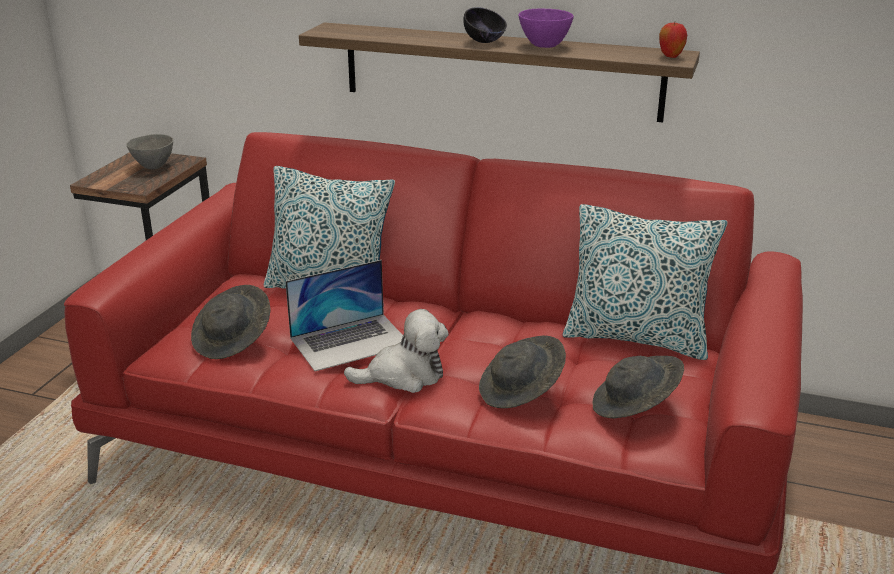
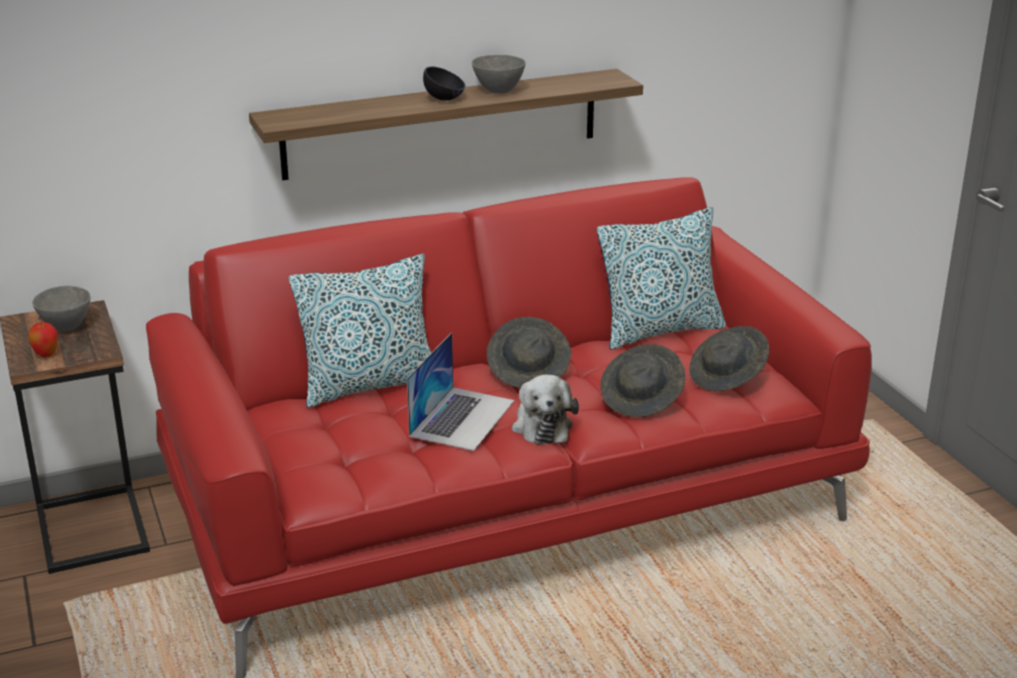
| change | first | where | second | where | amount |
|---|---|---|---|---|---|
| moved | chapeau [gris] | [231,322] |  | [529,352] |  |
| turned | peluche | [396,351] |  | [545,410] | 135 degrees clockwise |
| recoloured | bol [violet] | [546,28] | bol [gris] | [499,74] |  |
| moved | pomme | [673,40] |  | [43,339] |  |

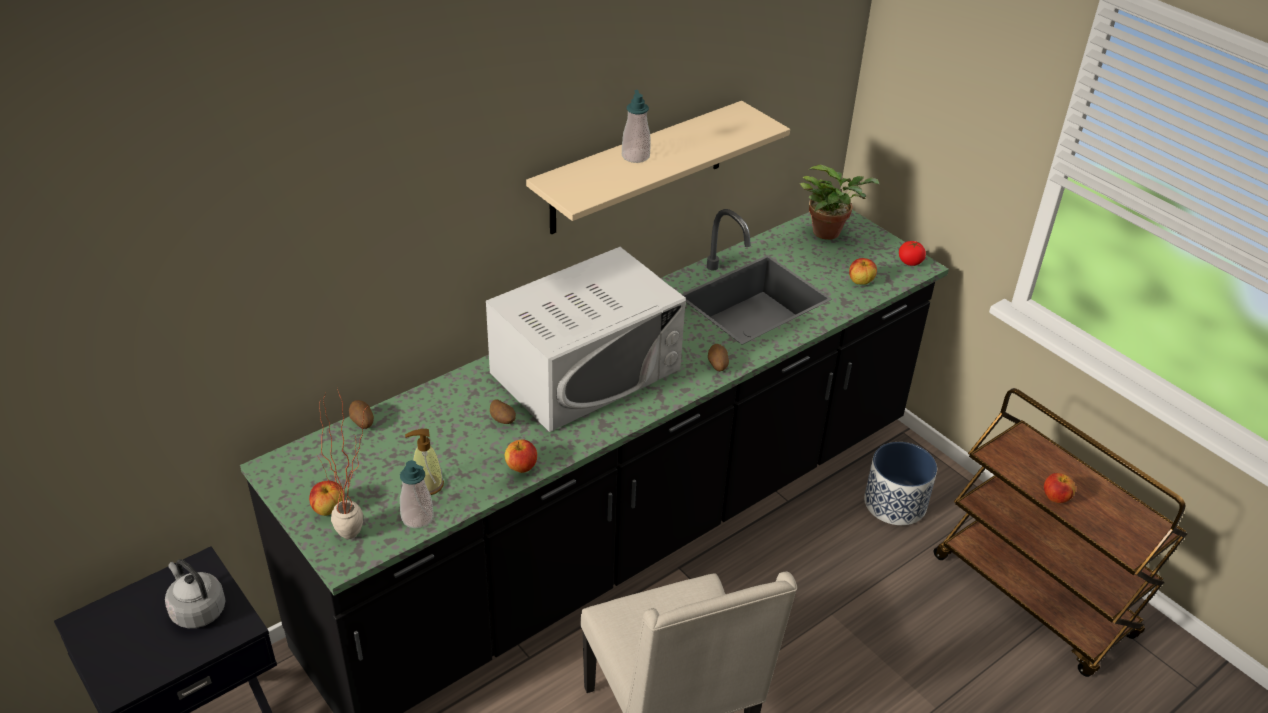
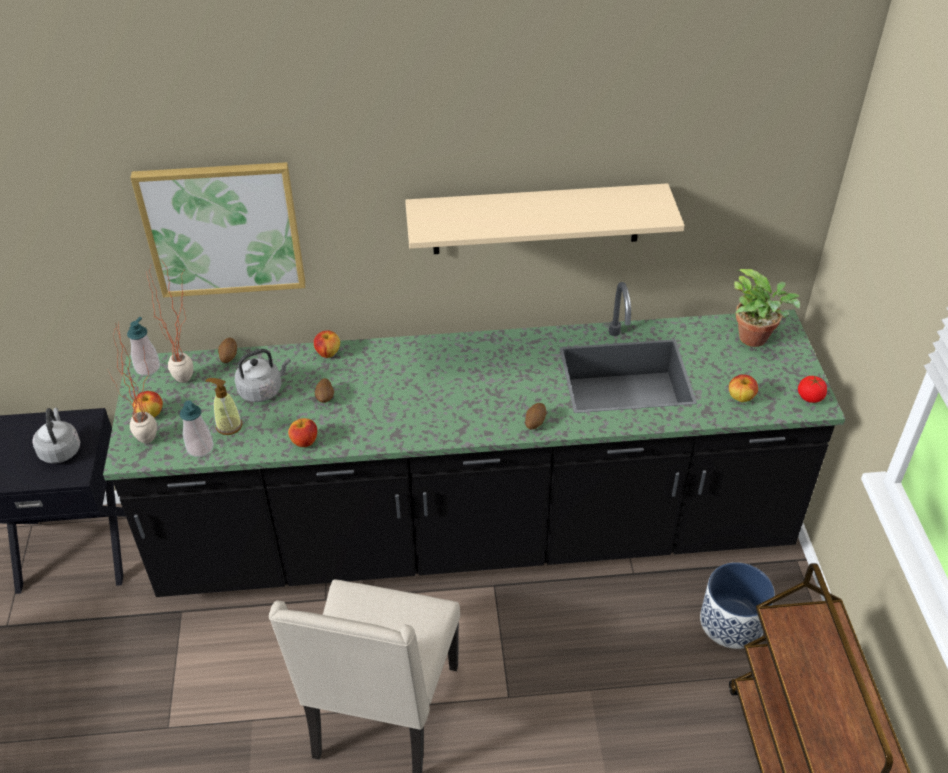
| change | first | where | second | where | amount |
|---|---|---|---|---|---|
| removed | micro-ondes [blanc] | [586,339] |  |  |  |
| moved | distributeur de savon | [636,126] |  | [143,346] |  |
| moved | pomme | [1060,488] |  | [327,344] |  |
| added |  |  | tableau | [218,230] |  |
| added |  |  | plante en pot | [170,322] |  |
| added |  |  | bouilloire [gris] | [263,375] |  |

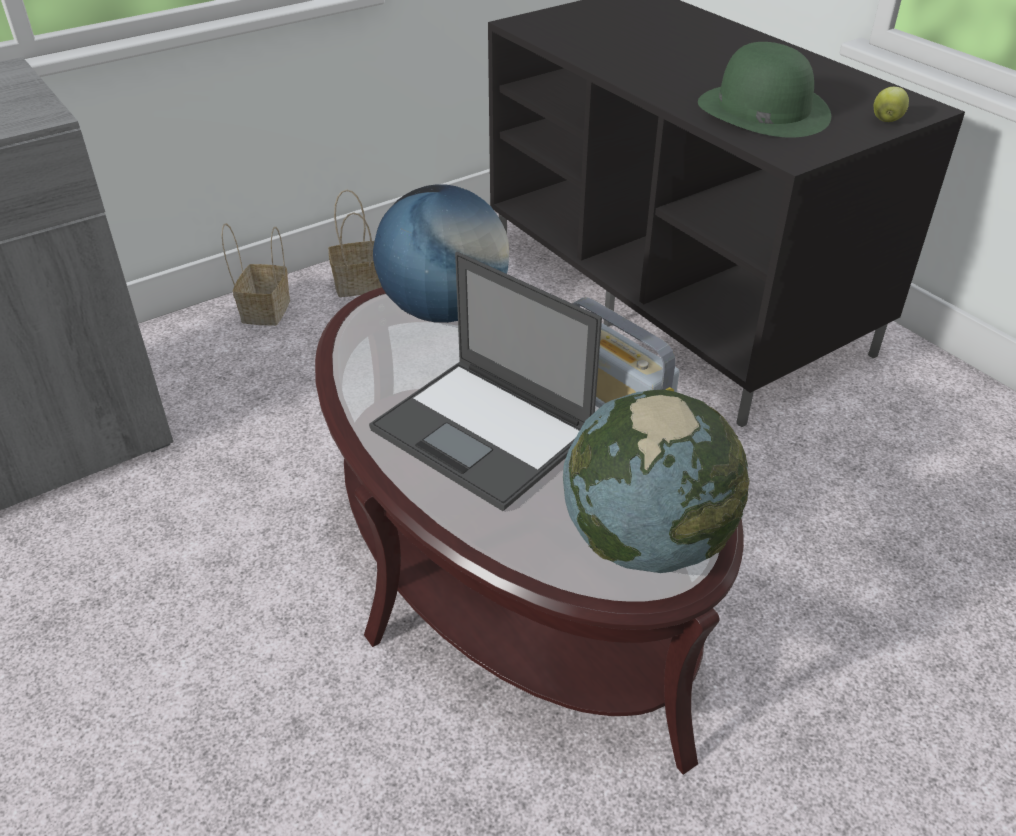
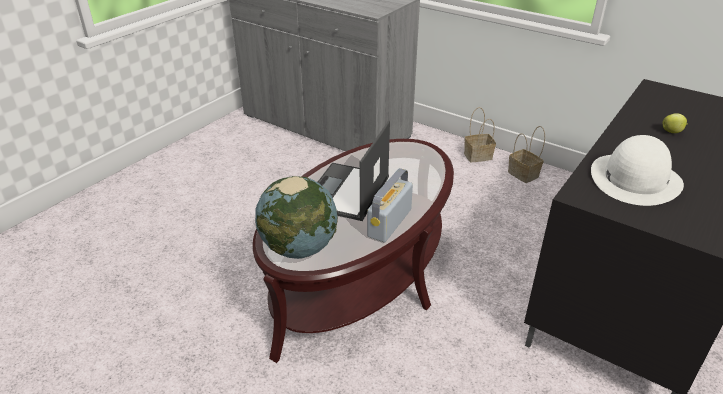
| change | first | where | second | where | amount |
|---|---|---|---|---|---|
| removed | globe | [441,253] |  |  |  |
| recoloured | chapeau [vert] | [764,90] | chapeau [blanc] | [637,170] |  |
| moved | pomme | [891,104] |  | [675,123] |  |

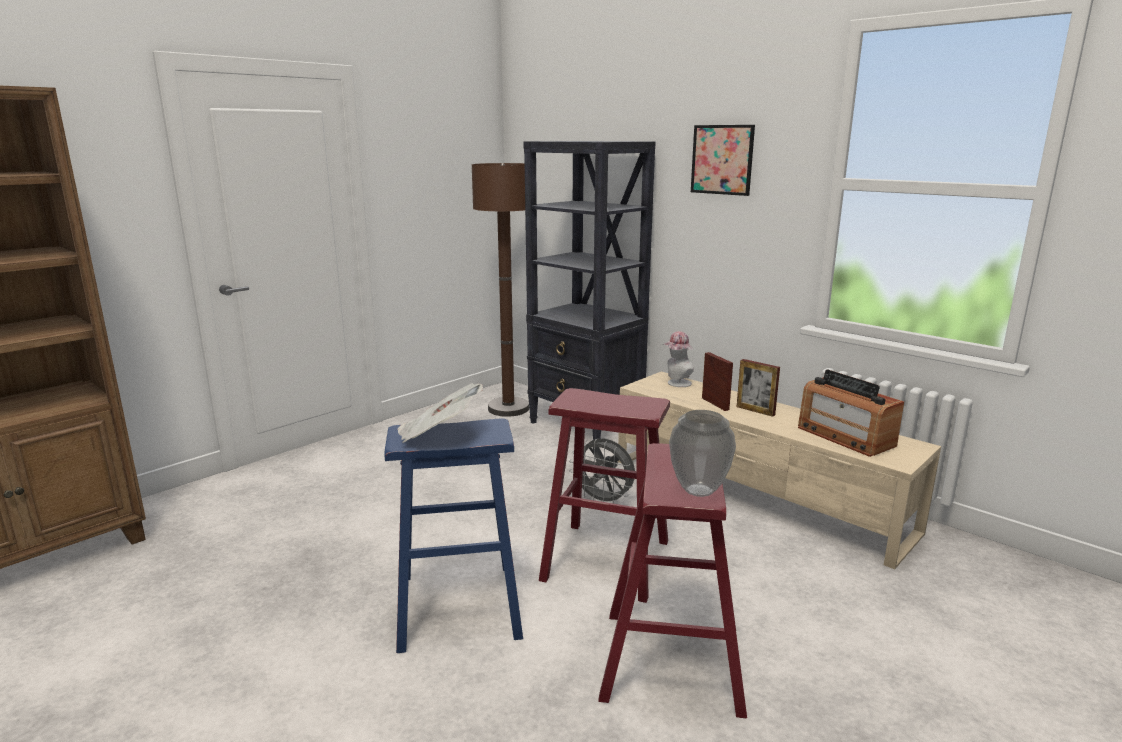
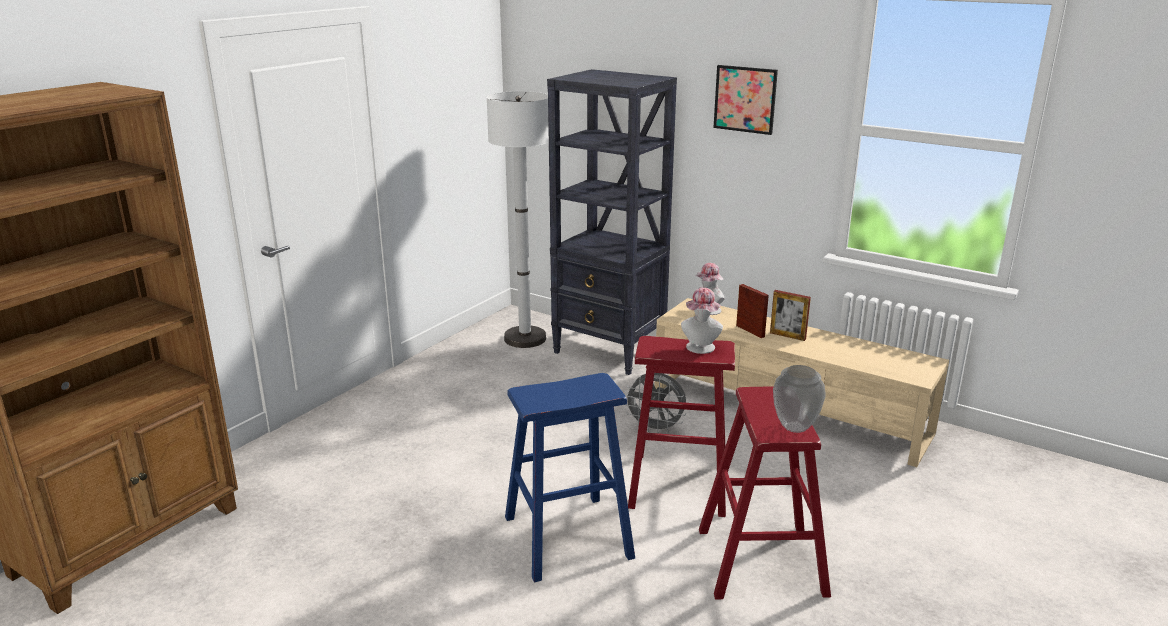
| change | first | where | second | where | amount |
|---|---|---|---|---|---|
| removed | journal | [440,413] |  |  |  |
| recoloured | lampadaire [marron] | [500,290] | lampadaire [blanc] | [518,219] |  |
| removed | radio | [851,413] |  |  |  |
| added |  |  | chapeau | [702,321] |  |

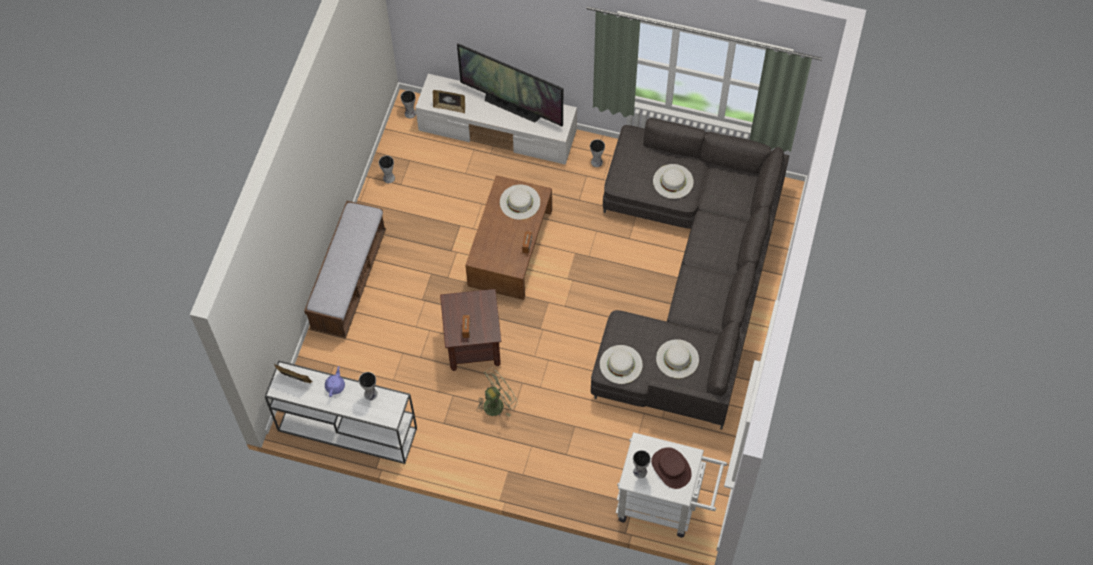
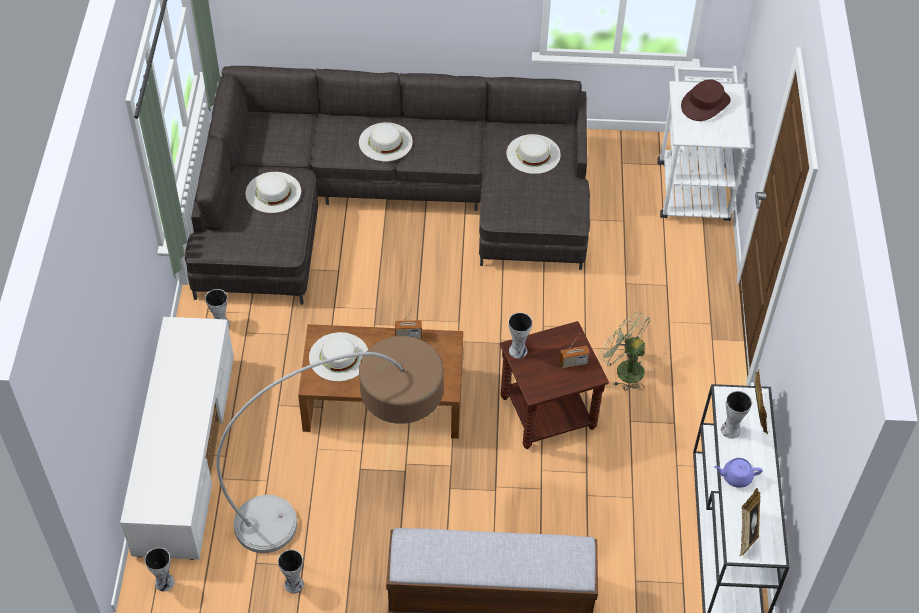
| change | first | where | second | where | amount |
|---|---|---|---|---|---|
| moved | cadre photo | [449,102] |  | [761,402] |  |
| removed | téléviseur | [510,85] |  |  |  |
| moved | chapeau [blanc] | [621,364] |  | [386,142] |  |
| moved | vase | [642,464] |  | [520,335] |  |
| added |  |  | lampadaire | [330,444] |  |

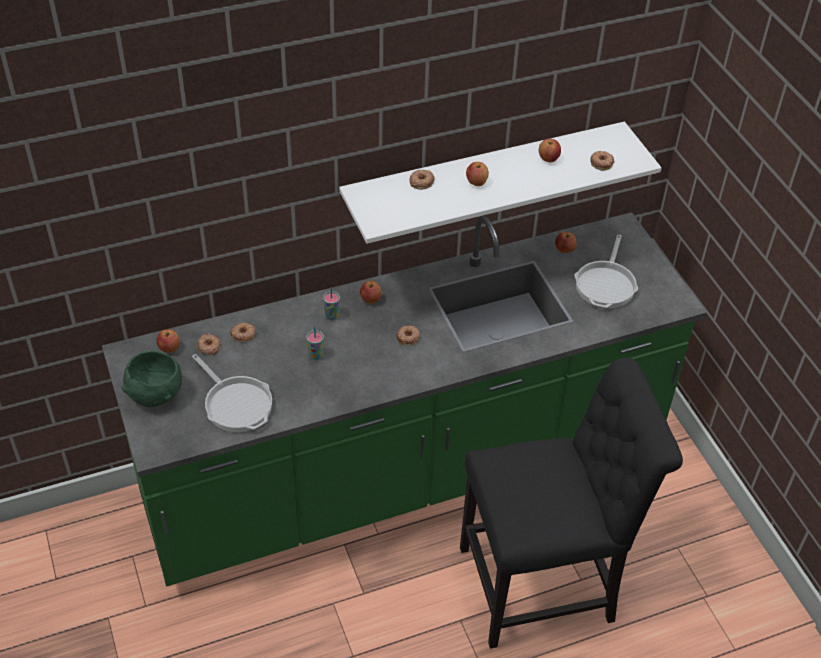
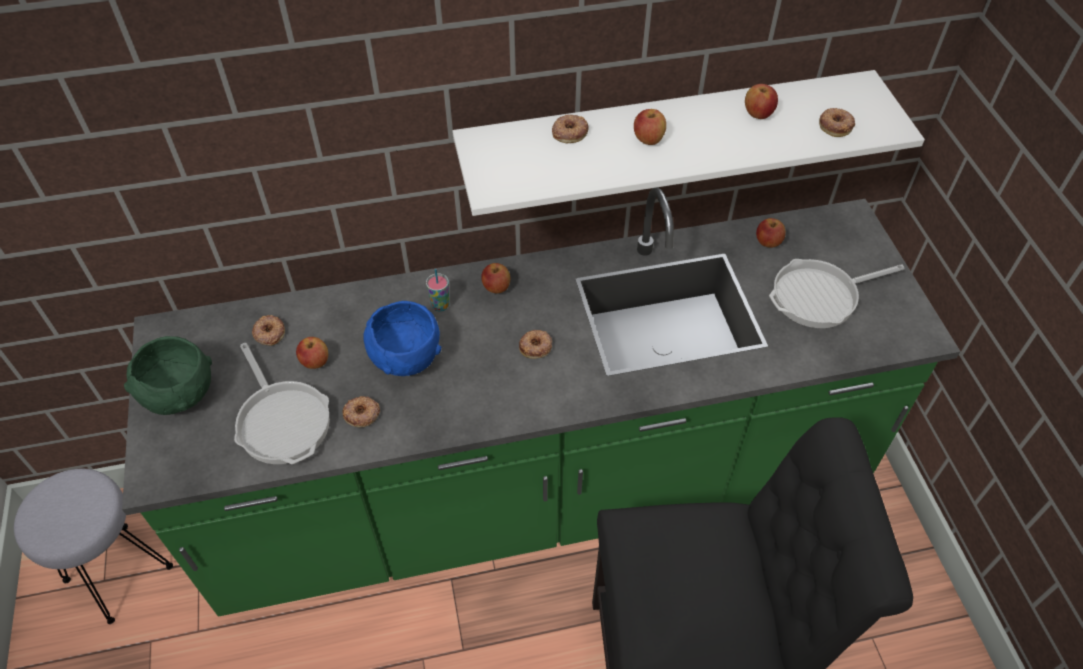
| change | first | where | second | where | amount |
|---|---|---|---|---|---|
| moved | pomme | [168,341] |  | [312,353] |  |
| moved | beignet | [243,333] |  | [361,412] |  |
| replaced | tasse | [315,343] | bol [bleu] | [402,338] |  |
| turned | poêle | [606,271] |  | [837,293] | 45 degrees clockwise |
| added |  |  | tabouret [gris] | [93,546] |  |

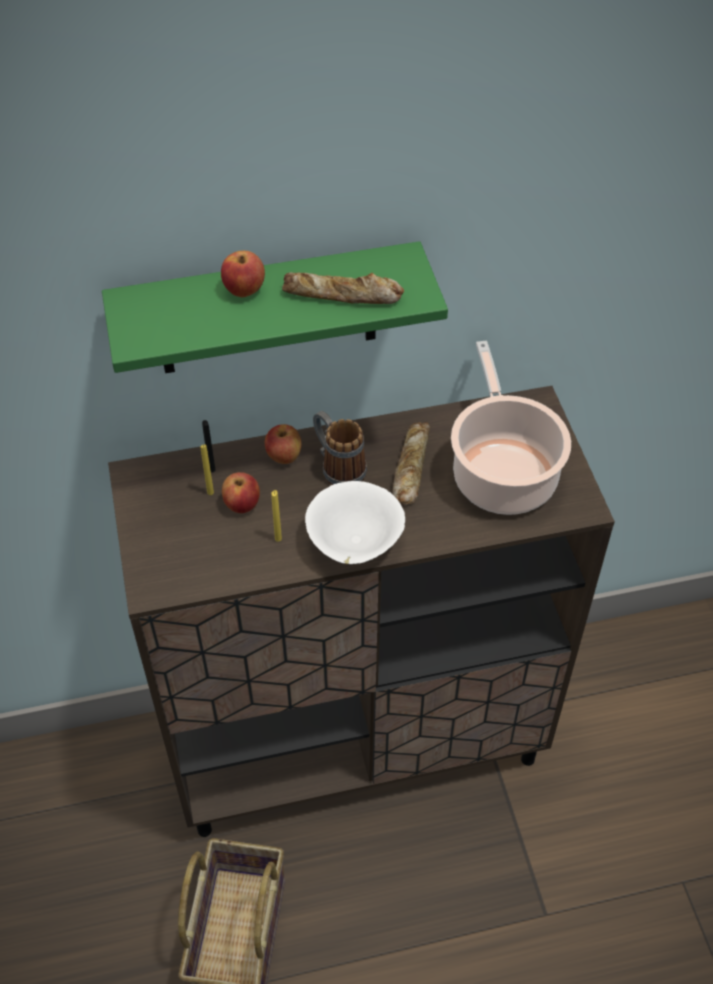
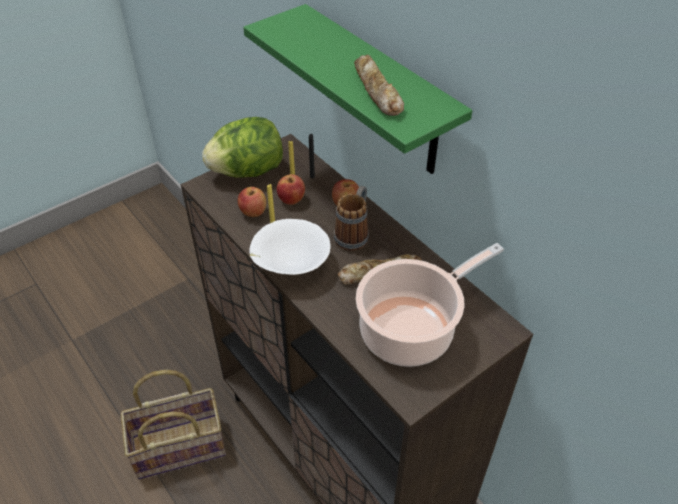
| change | first | where | second | where | amount |
|---|---|---|---|---|---|
| moved | pomme | [243,274] |  | [252,202] |  |
| added |  |  | laitue | [242,147] |  |

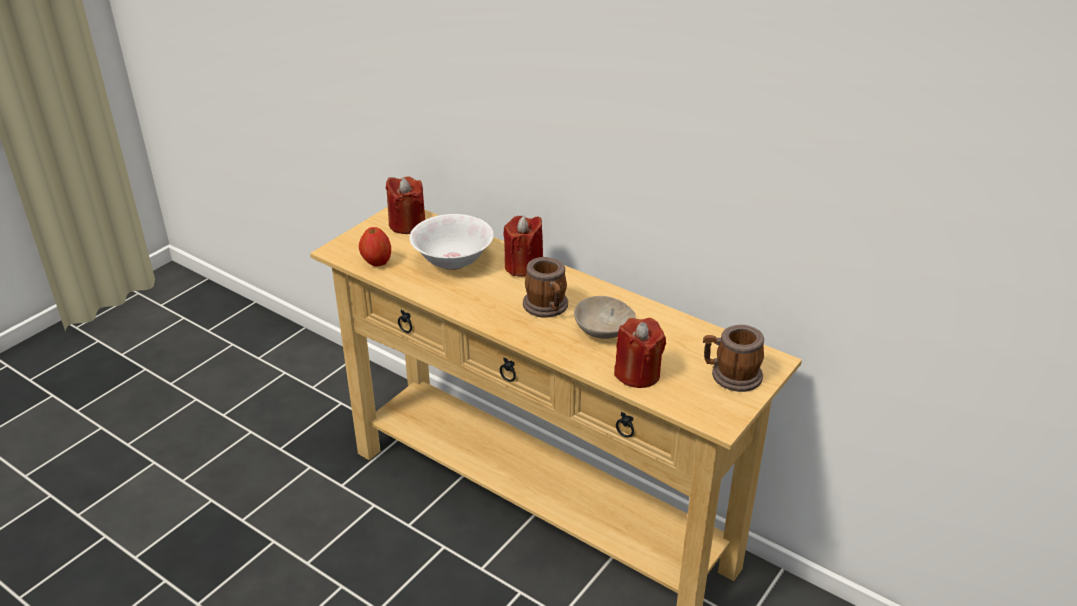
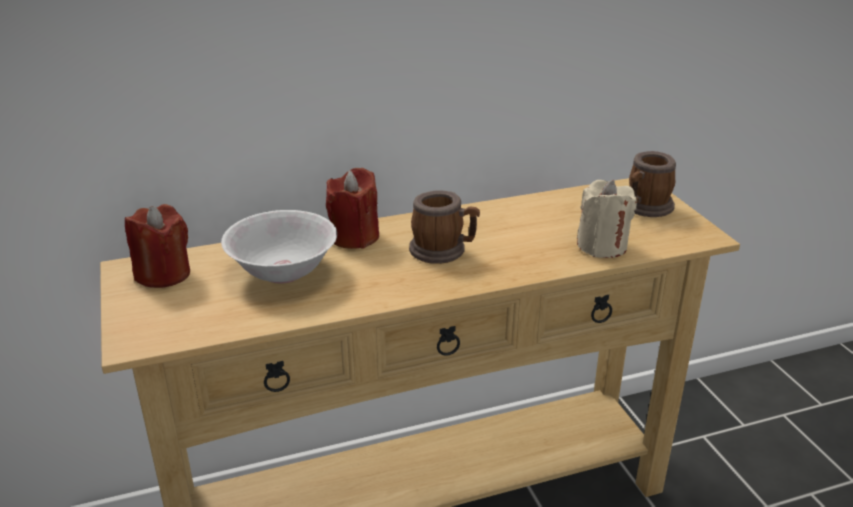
| change | first | where | second | where | amount |
|---|---|---|---|---|---|
| removed | pomme | [375,247] |  |  |  |
| removed | bol [beige] | [605,317] |  |  |  |
| recoloured | bougie [rouge] | [640,353] | bougie [beige] | [607,219] |  |

